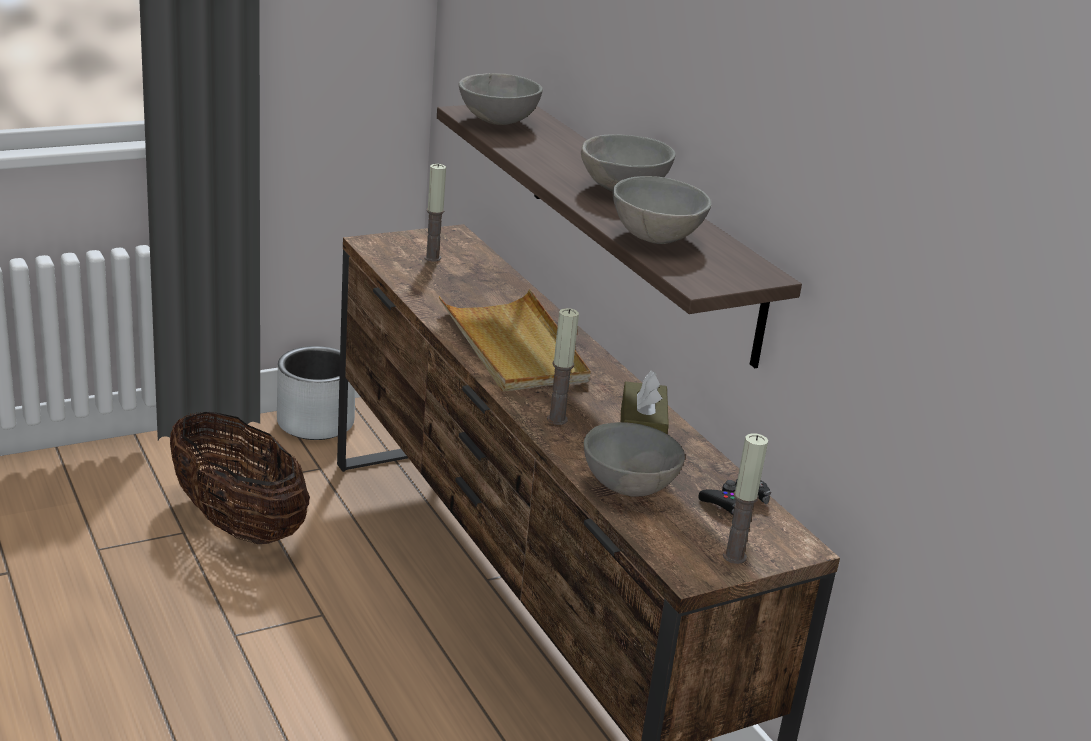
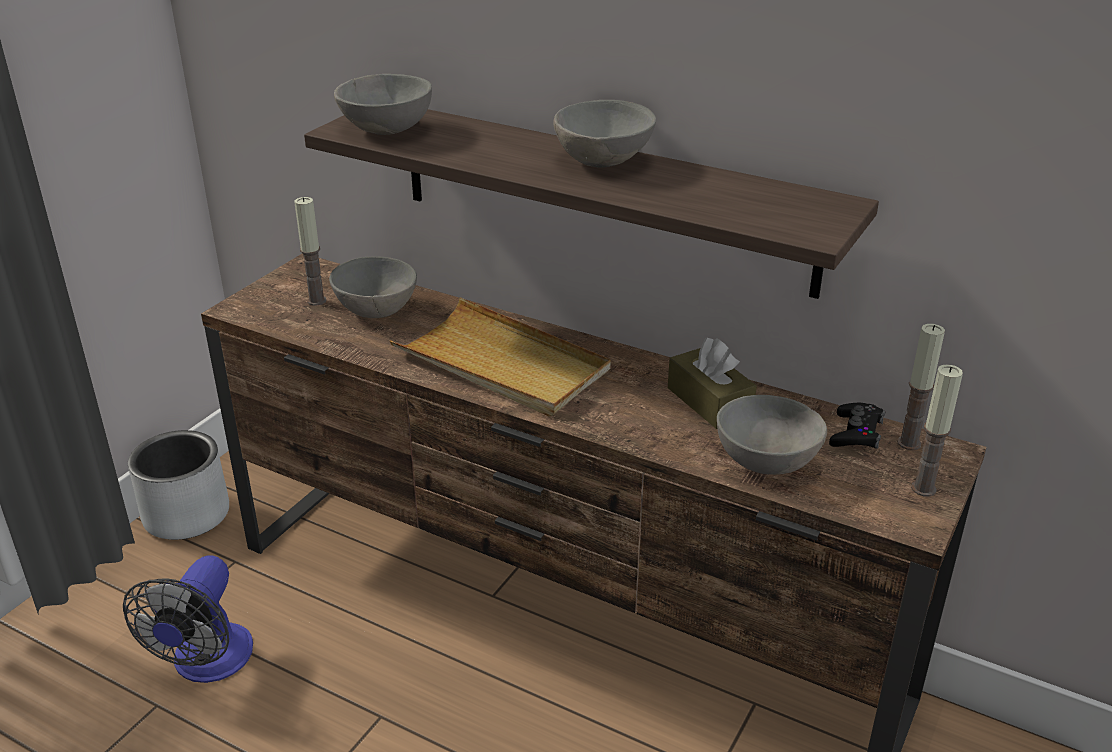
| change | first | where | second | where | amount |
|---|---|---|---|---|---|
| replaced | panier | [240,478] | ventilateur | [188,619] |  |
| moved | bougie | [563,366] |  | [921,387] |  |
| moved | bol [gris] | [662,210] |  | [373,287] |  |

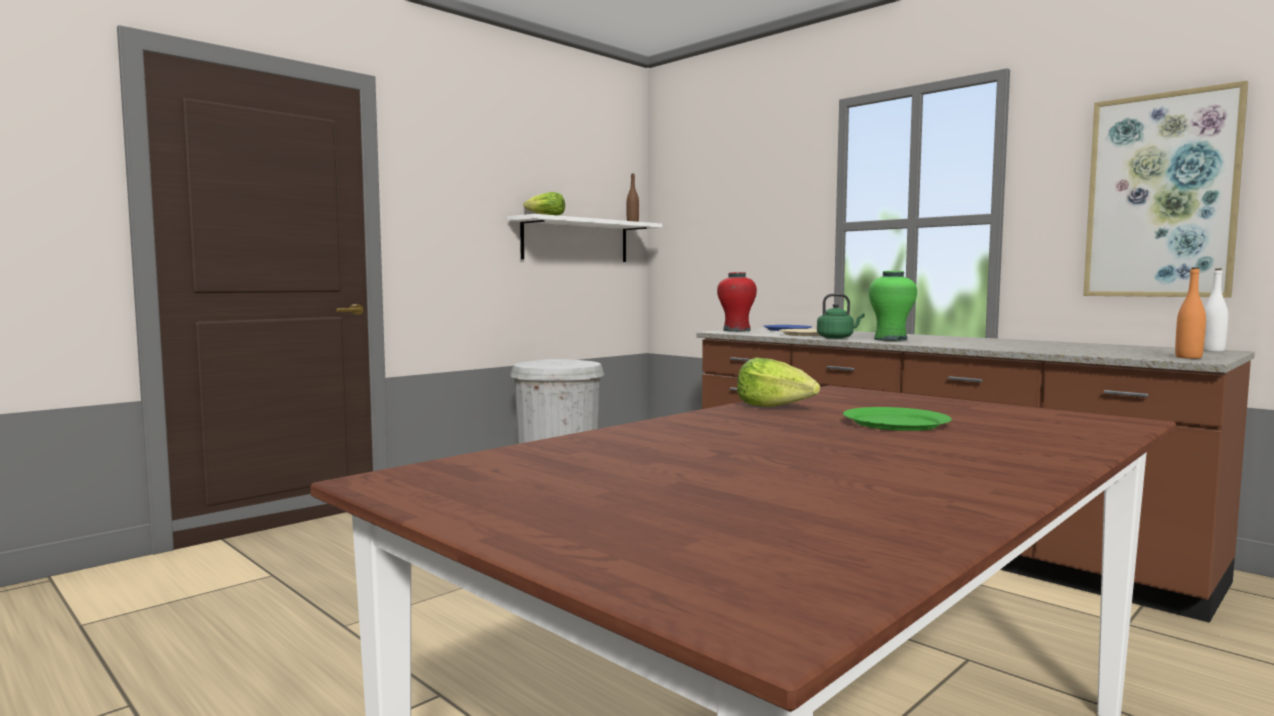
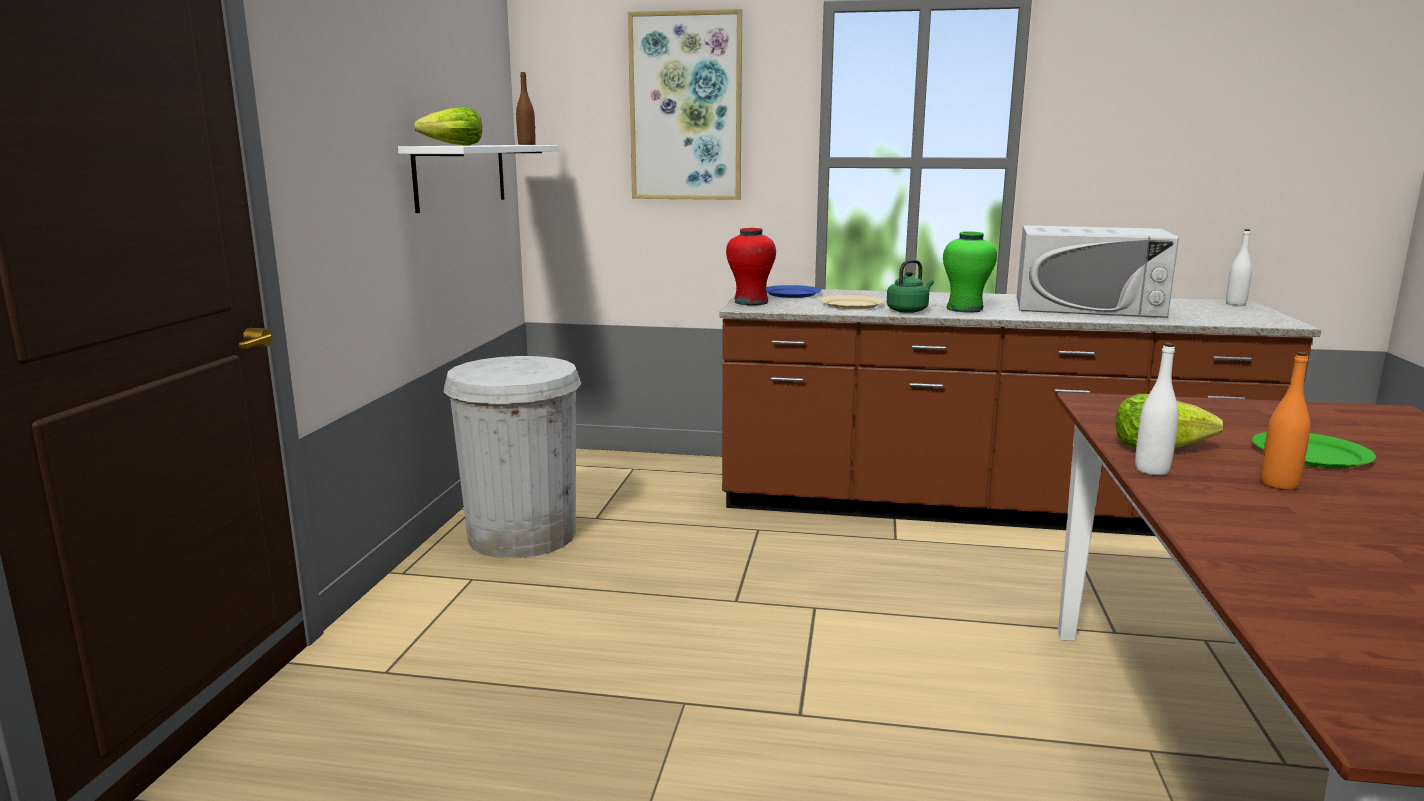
| change | first | where | second | where | amount |
|---|---|---|---|---|---|
| moved | tableau | [1165,189] |  | [685,104] |  |
| moved | bouteille [orange] | [1190,313] |  | [1285,421] |  |
| added |  |  | micro-ondes [blanc] | [1098,271] |  |
| added |  |  | bouteille [blanc] | [1157,409] |  |

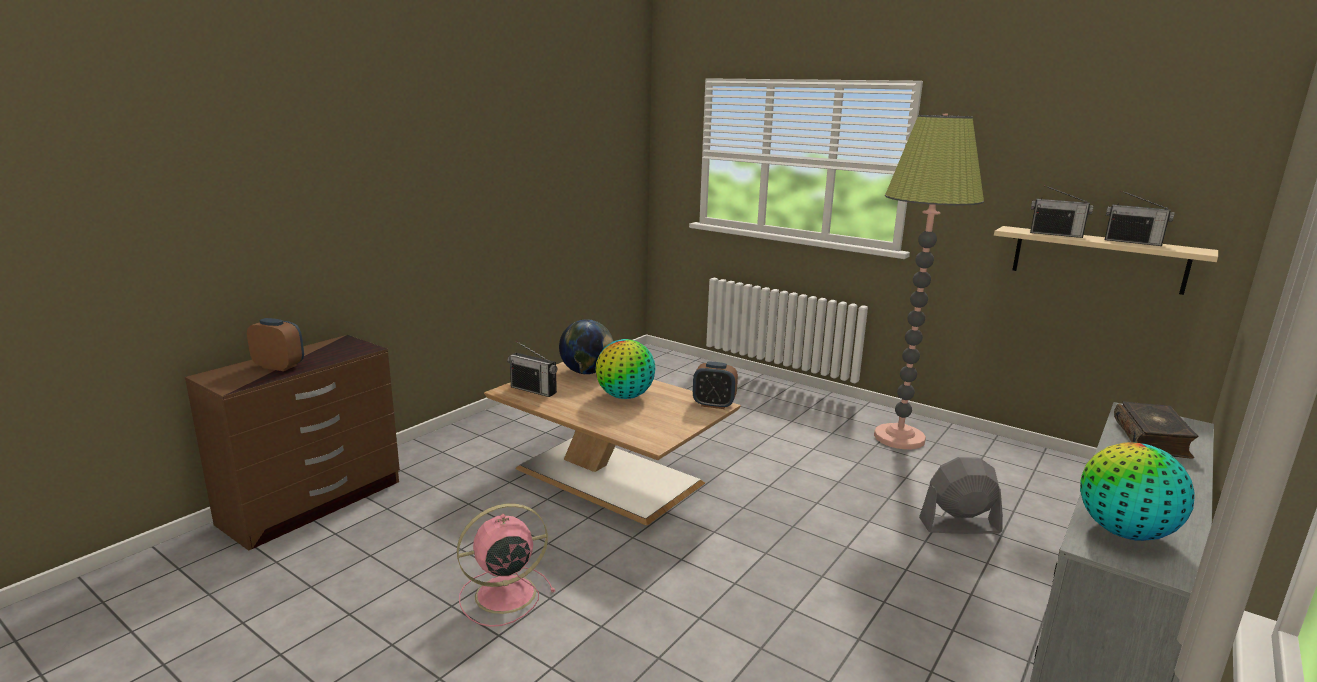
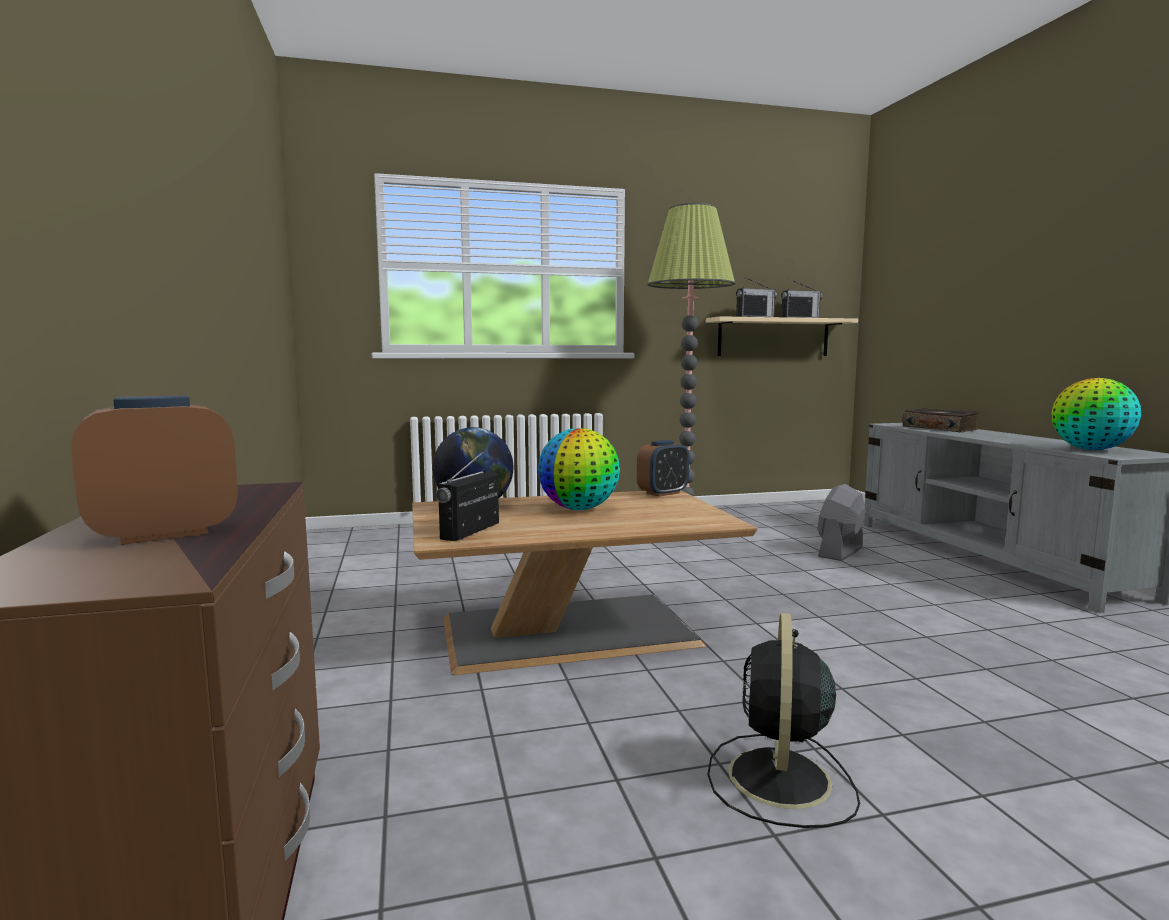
| change | first | where | second | where | amount |
|---|---|---|---|---|---|
| recoloured | ventilateur [rose] | [506,565] | ventilateur [noir] | [784,720] |  |
| turned | radio | [532,369] |  | [467,496] | 135 degrees clockwise |

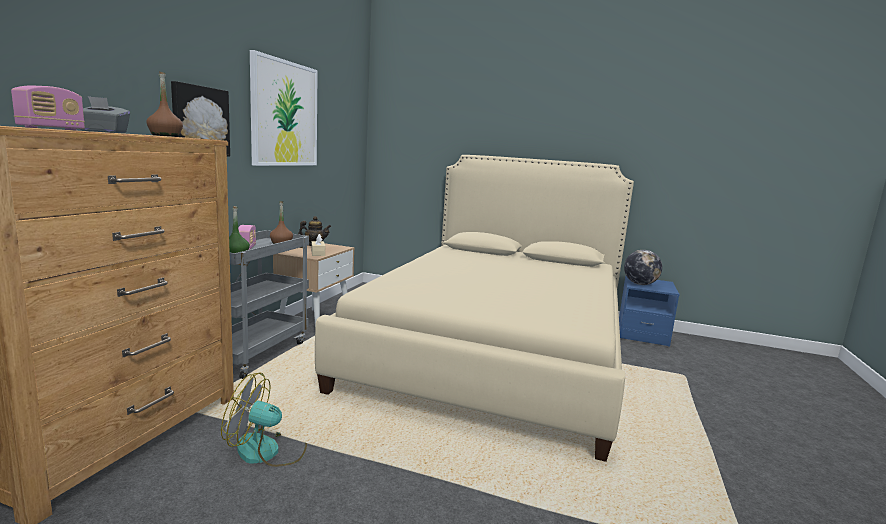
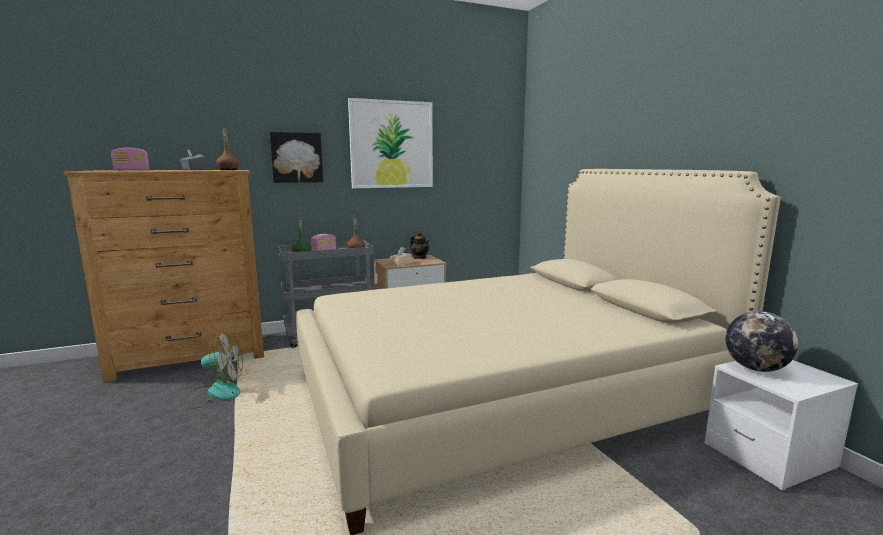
| change | first | where | second | where | amount |
|---|---|---|---|---|---|
| turned | ventilateur | [264,420] |  | [213,370] | 120 degrees clockwise |
| recoloured | table de chevet [bleu] | [649,311] | table de chevet [blanc] | [781,425] |  |

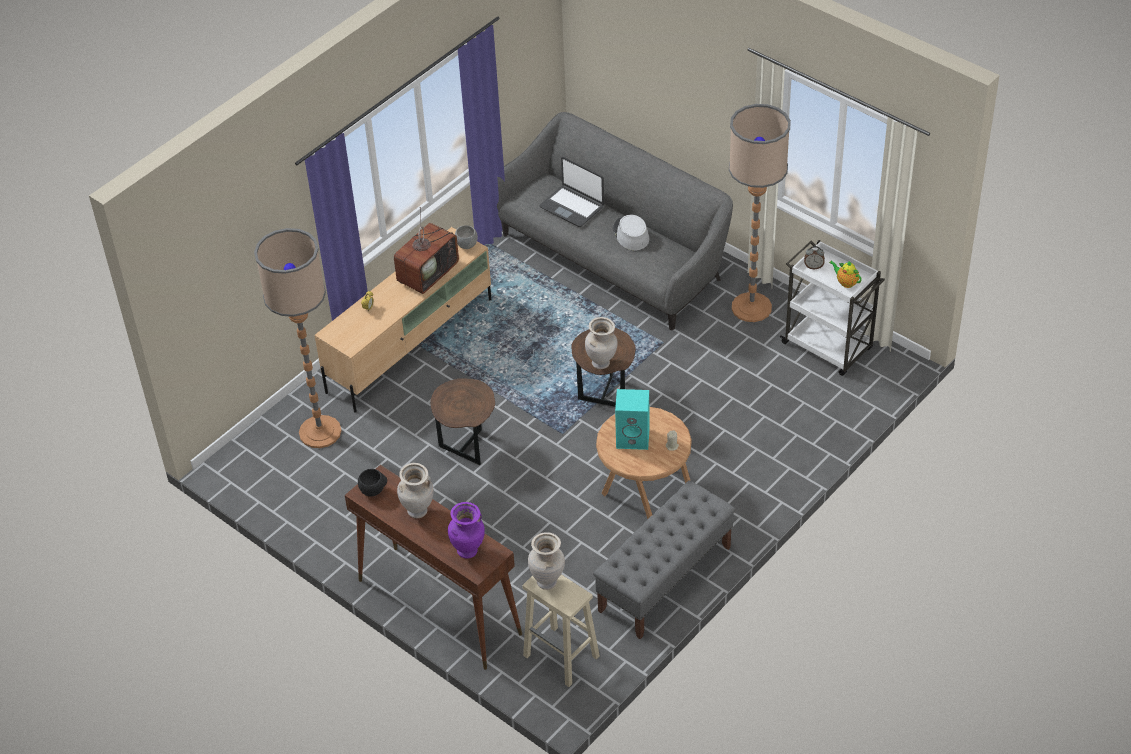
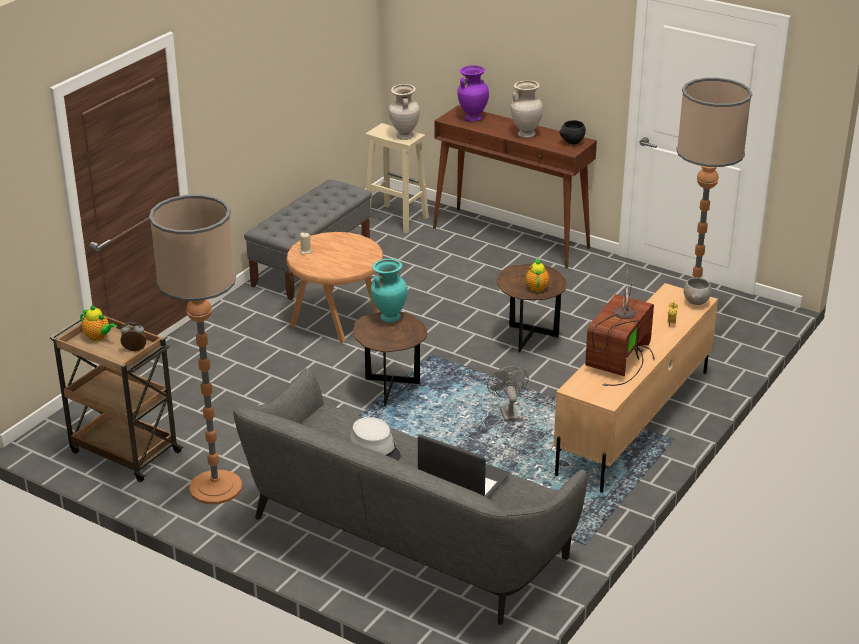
| change | first | where | second | where | amount |
|---|---|---|---|---|---|
| moved | bol [gris] | [466,237] |  | [698,291] |  |
| recoloured | vase [beige] | [601,343] | vase [turquoise] | [389,291] |  |
| removed | enceinte [turquoise] | [632,419] |  |  |  |
| recoloured | chariot [blanc] | [832,308] | chariot [marron] | [116,399] |  |
| added |  |  | ventilateur [gris] | [508,394] |  |
| added |  |  | théière | [537,275] |  |

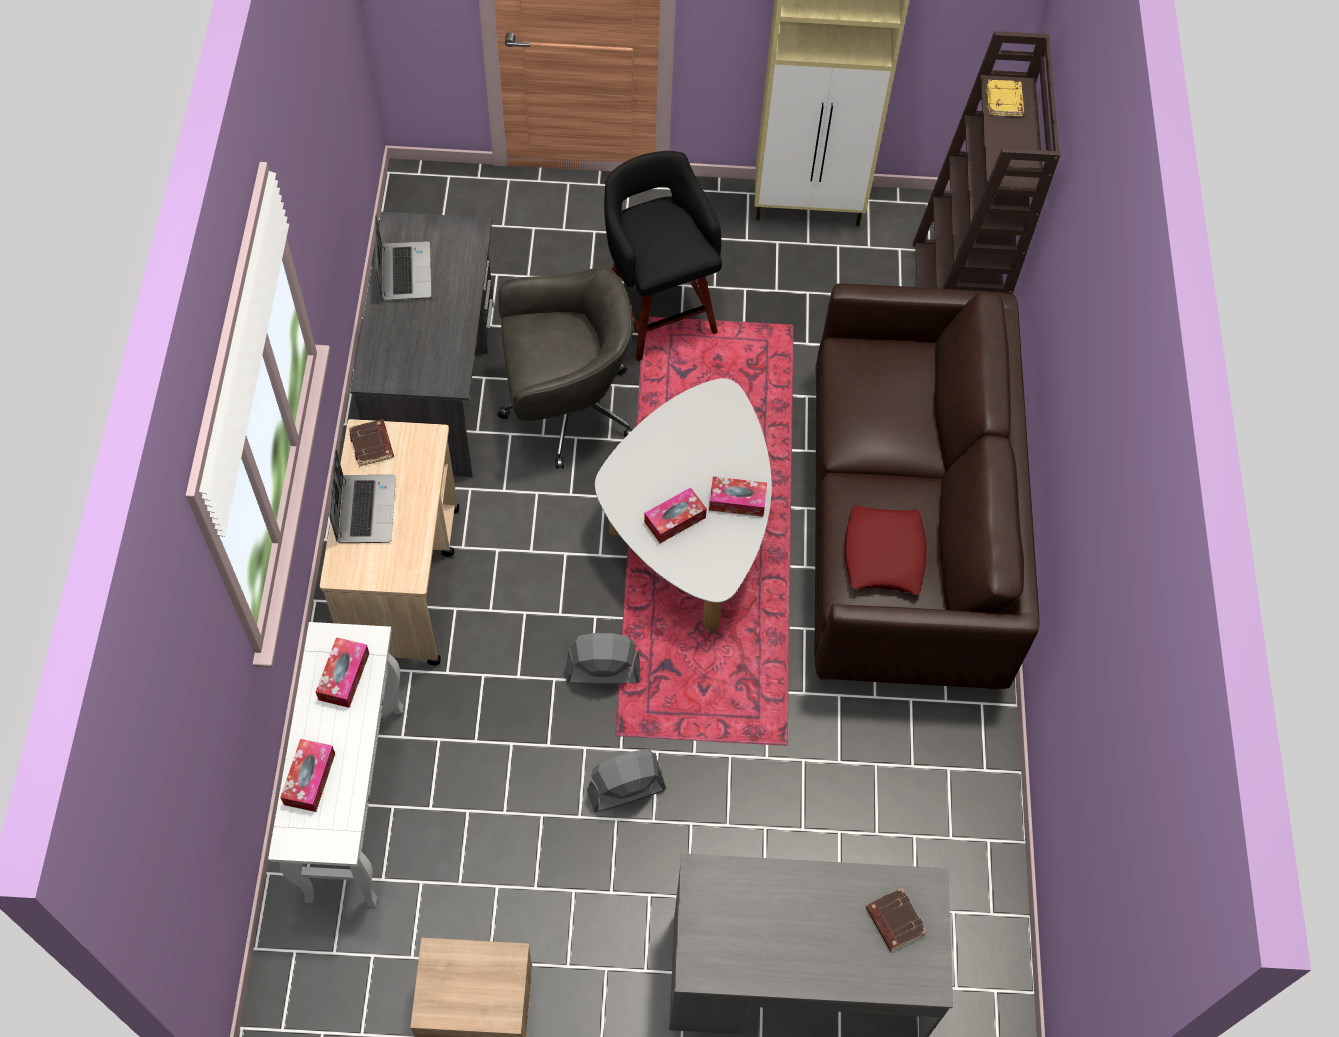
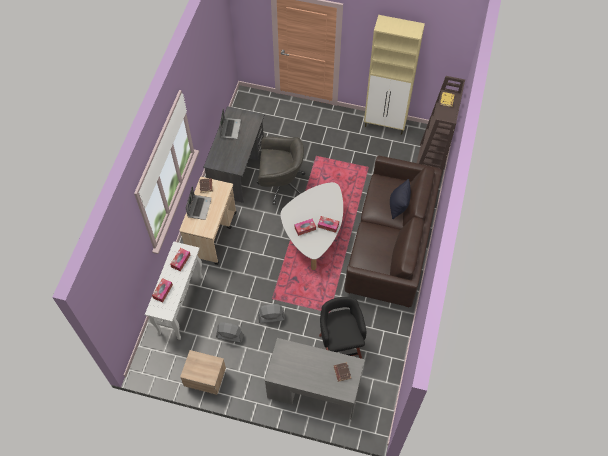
| change | first | where | second | where | amount |
|---|---|---|---|---|---|
| moved | ventilateur [gris] | [603,659] |  | [230,332] |  |
| moved | tabouret [noir] | [663,256] |  | [342,328] |  |
| removed | coussin [rouge] | [886,550] |  |  |  |
| added |  |  | coussin [noir] | [400,199] |  |

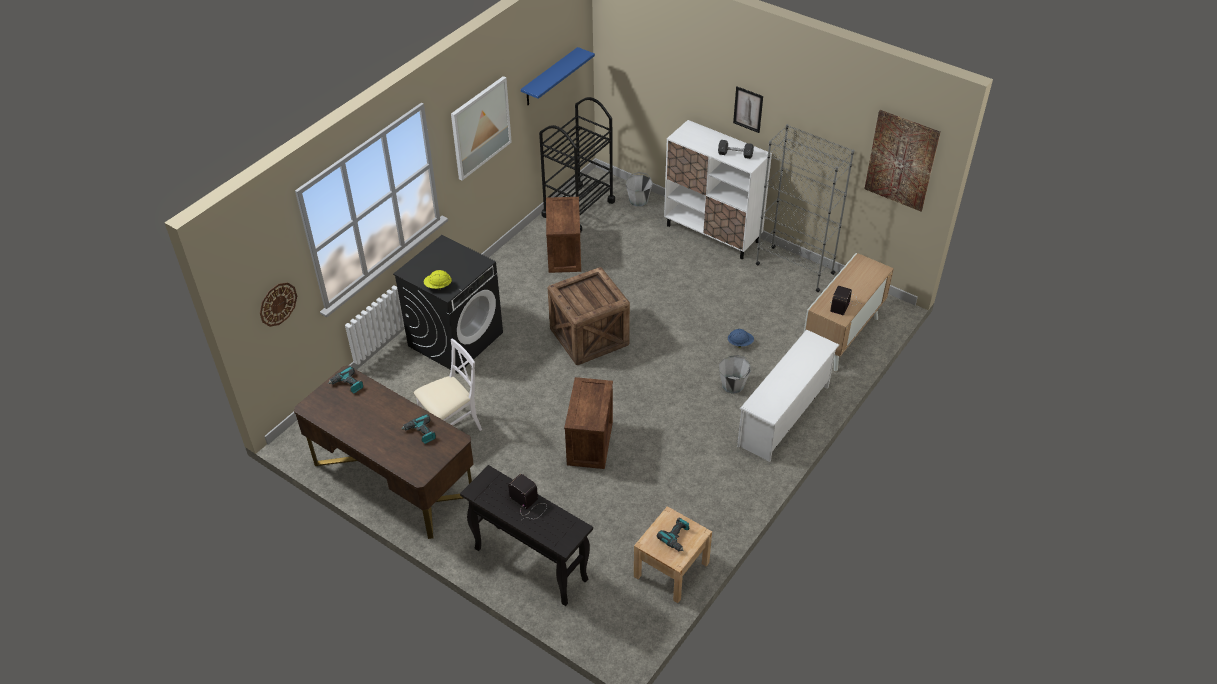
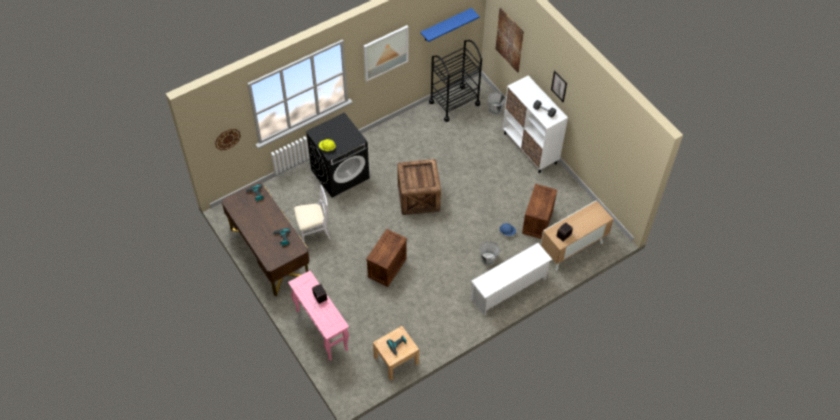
| change | first | where | second | where | amount |
|---|---|---|---|---|---|
| recoloured | table console [noir] | [526,535] | table console [rose] | [318,316] |  |
| moved | caisse | [563,235] |  | [539,211] |  |
| removed | bibliothèque [gris] | [805,208] |  |  |  |
| moved | tableau | [902,160] |  | [510,40] |  |

